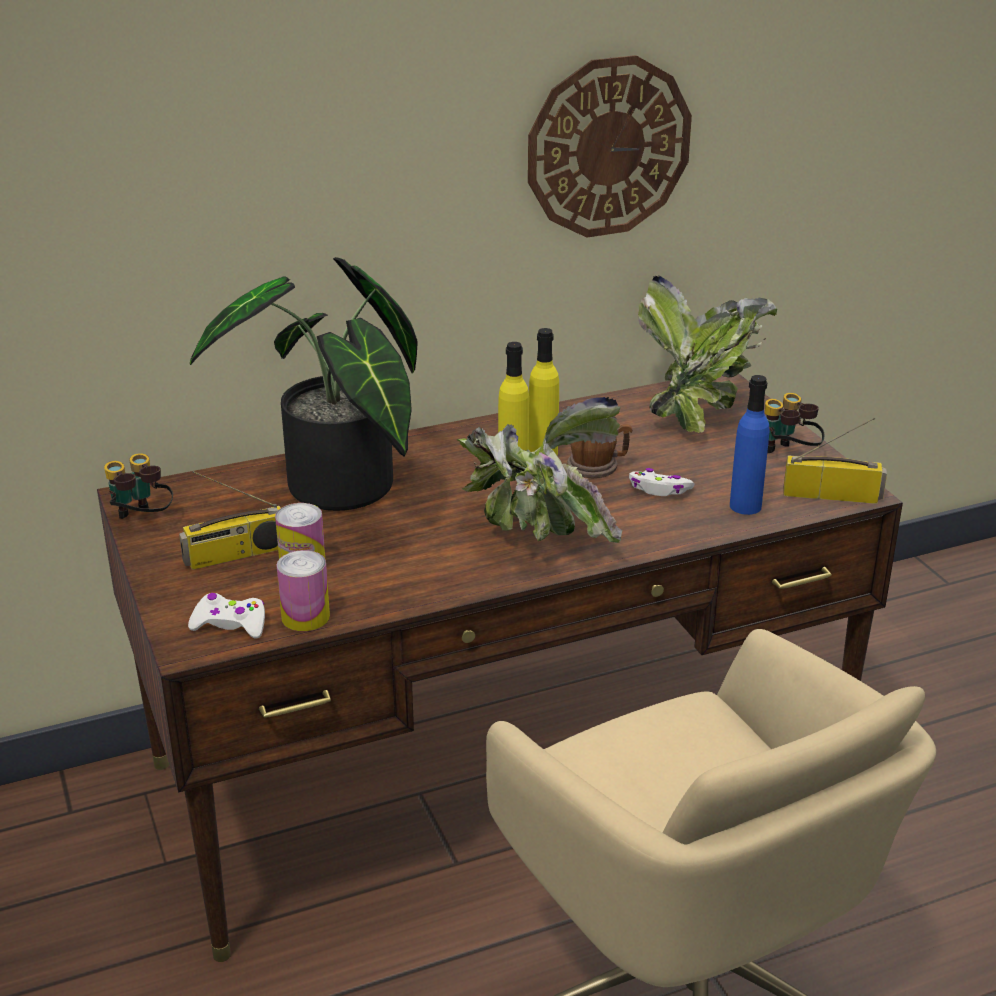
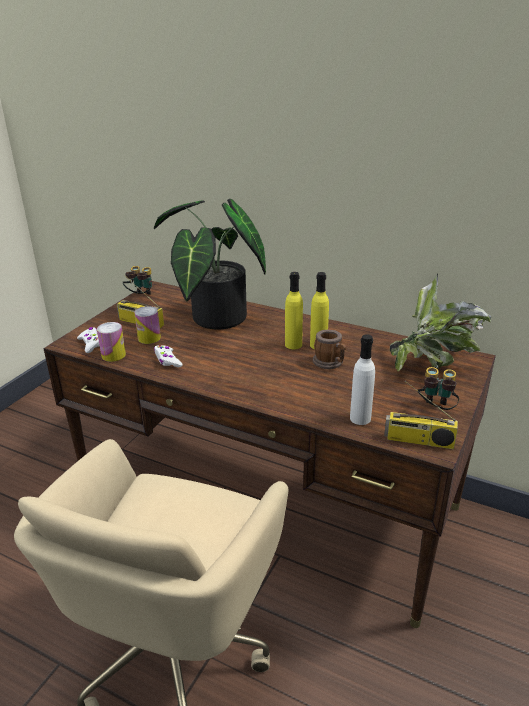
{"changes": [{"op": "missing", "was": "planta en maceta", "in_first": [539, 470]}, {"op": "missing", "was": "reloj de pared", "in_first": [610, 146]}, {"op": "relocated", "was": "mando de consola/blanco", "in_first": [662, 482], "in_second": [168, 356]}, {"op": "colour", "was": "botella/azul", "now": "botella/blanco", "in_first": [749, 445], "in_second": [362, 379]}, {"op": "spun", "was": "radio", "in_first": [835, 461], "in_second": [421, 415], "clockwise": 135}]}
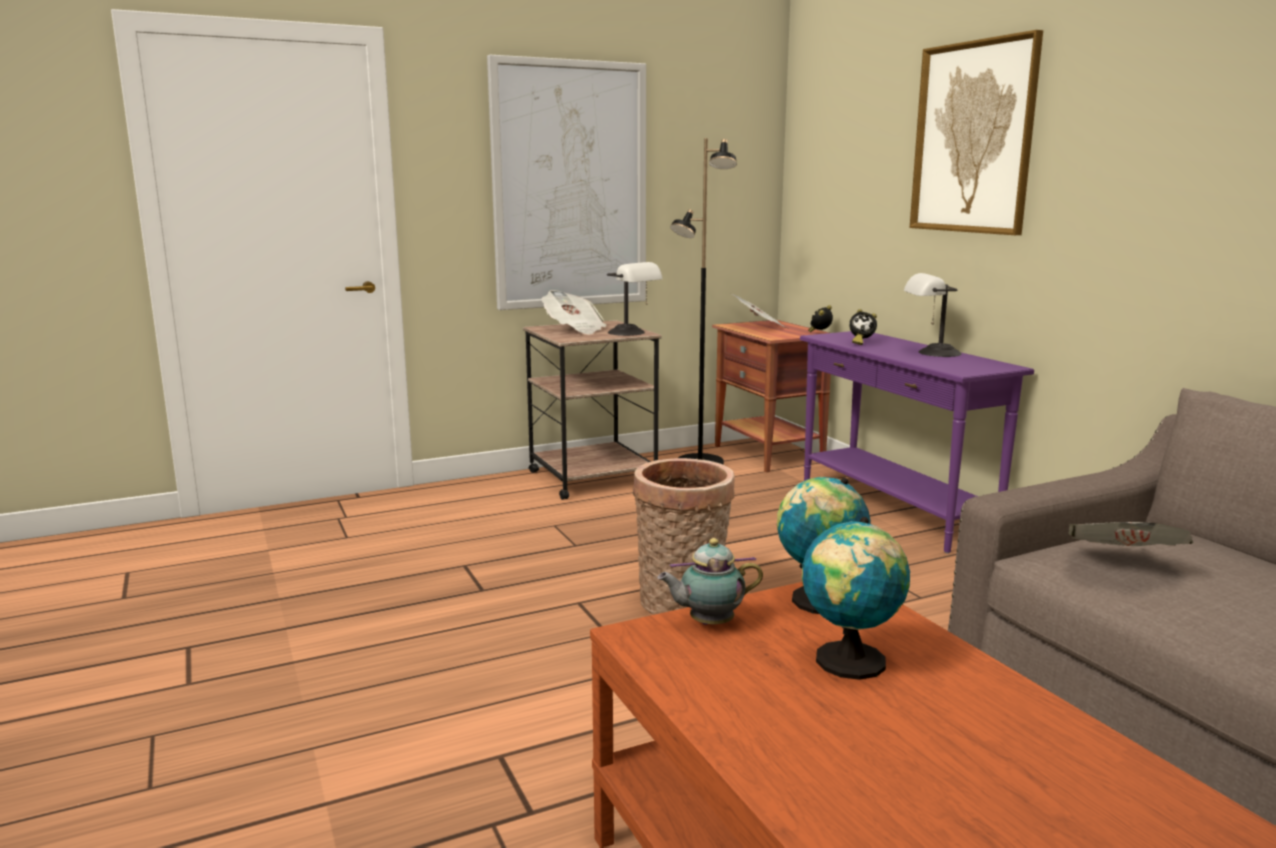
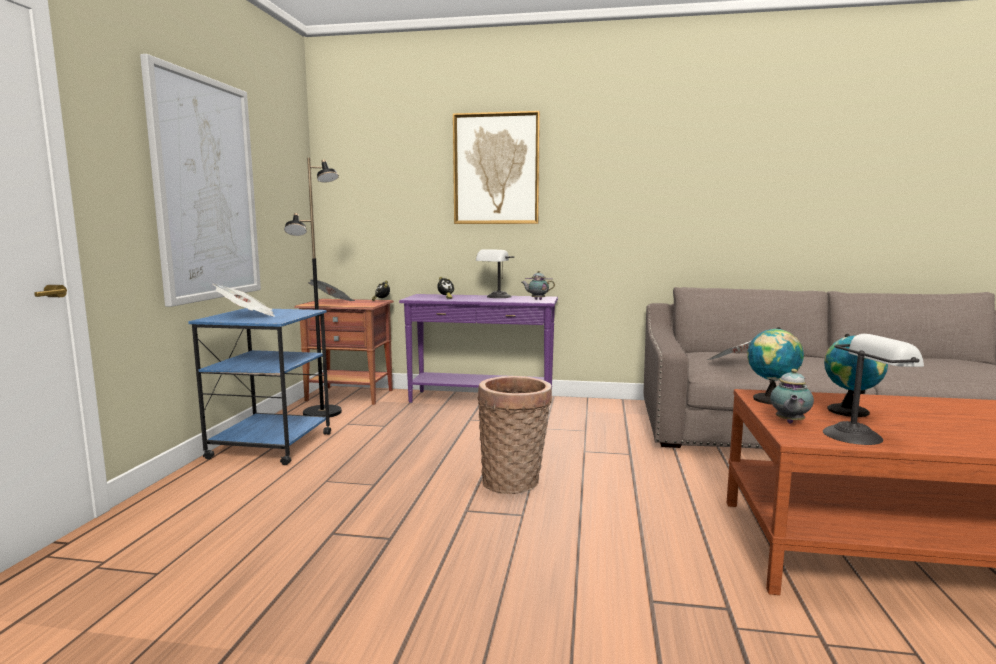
{"changes": [{"op": "colour", "was": "carrito/marrón", "now": "carrito/azul", "in_first": [592, 410], "in_second": [259, 386]}, {"op": "relocated", "was": "lámpara de mesa", "in_first": [635, 299], "in_second": [873, 389]}, {"op": "appeared", "now": "tetera", "in_second": [538, 285]}]}
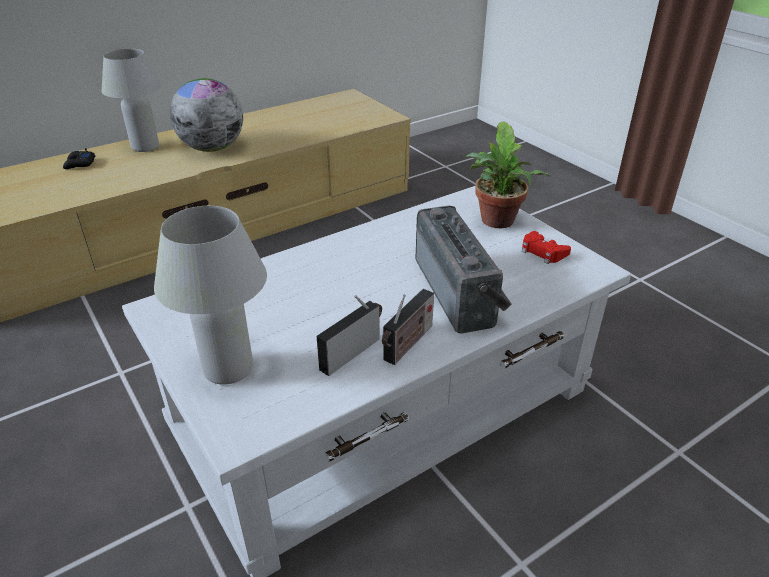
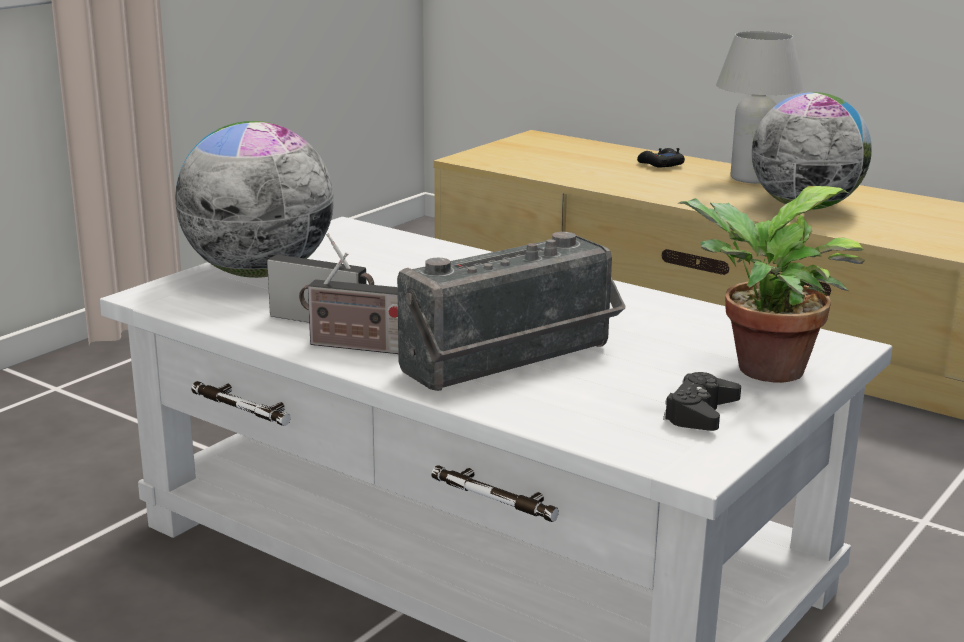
{"changes": [{"op": "exchanged", "was": "lámpara de mesa/blanco", "now": "globo terráqueo", "in_first": [210, 295], "in_second": [254, 199]}, {"op": "colour", "was": "mando de consola/rojo", "now": "mando de consola/negro", "in_first": [546, 247], "in_second": [702, 401]}]}
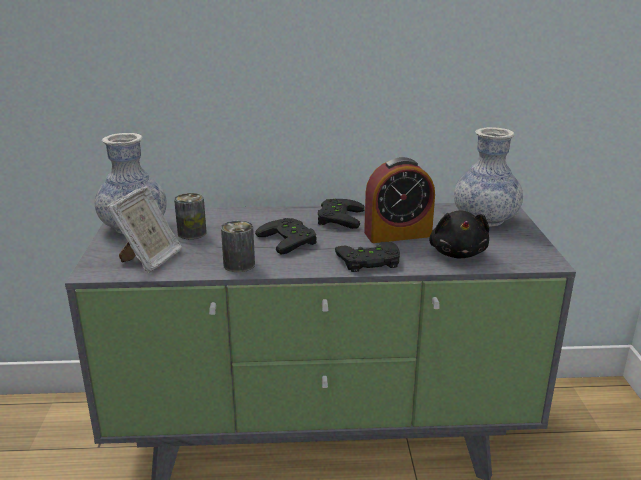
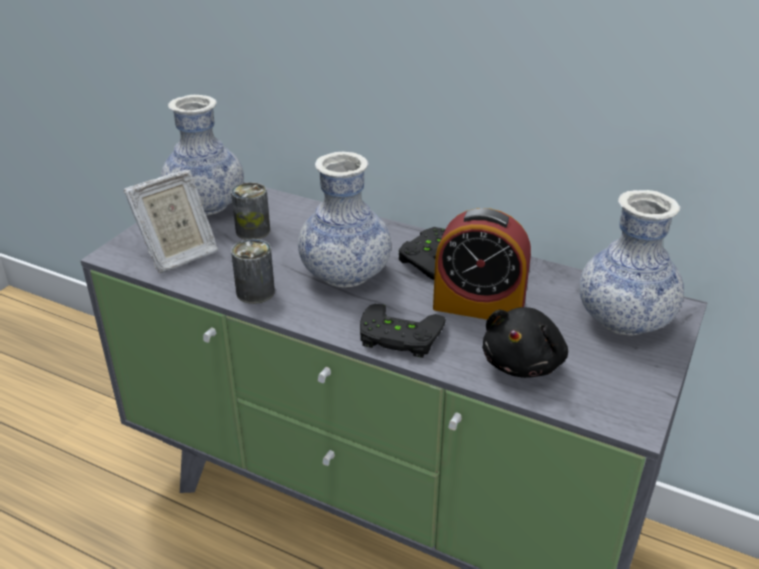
{"changes": [{"op": "exchanged", "was": "mando de consola/negro", "now": "florero", "in_first": [286, 236], "in_second": [344, 220]}]}
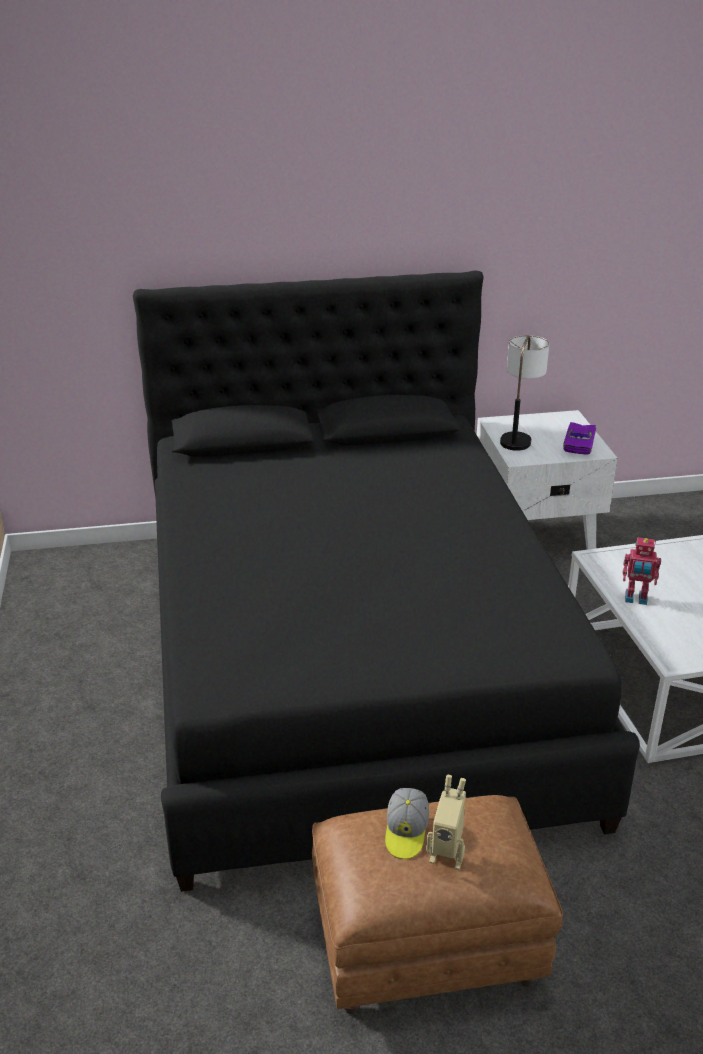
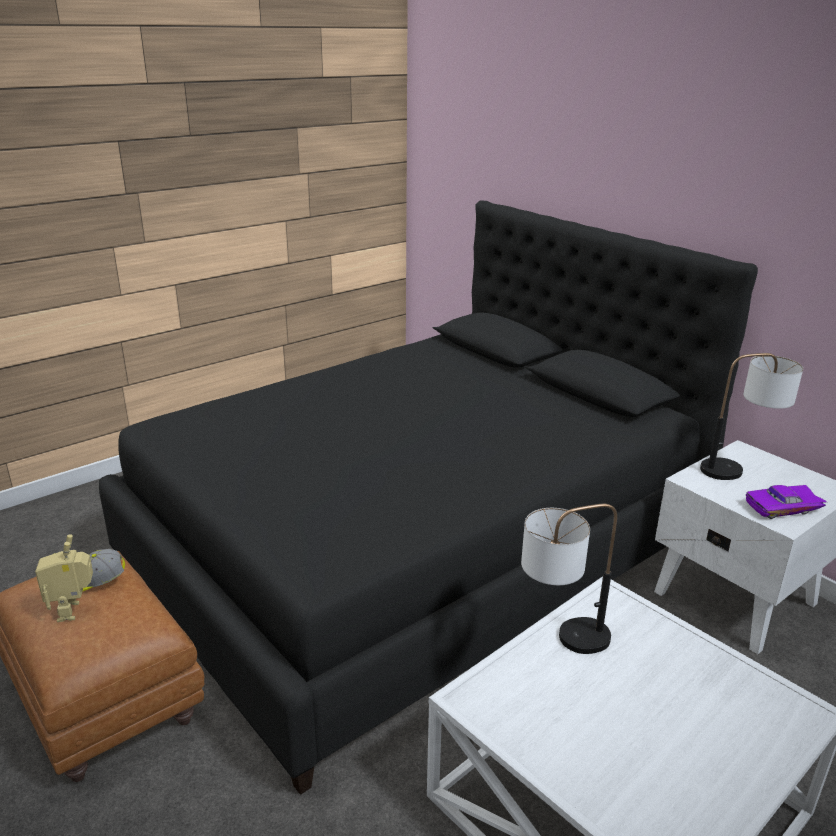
{"changes": [{"op": "exchanged", "was": "robot de juguete", "now": "lámpara de mesa", "in_first": [642, 571], "in_second": [569, 578]}]}
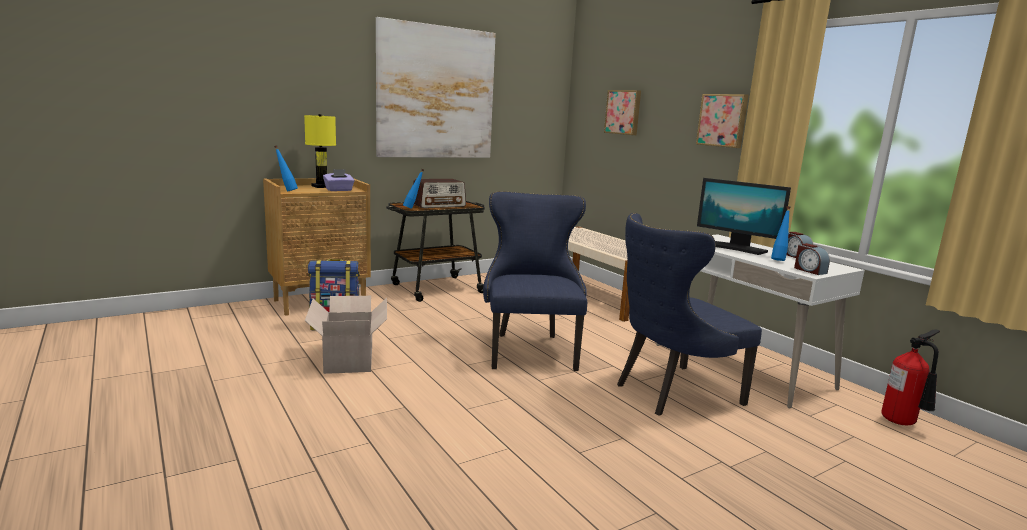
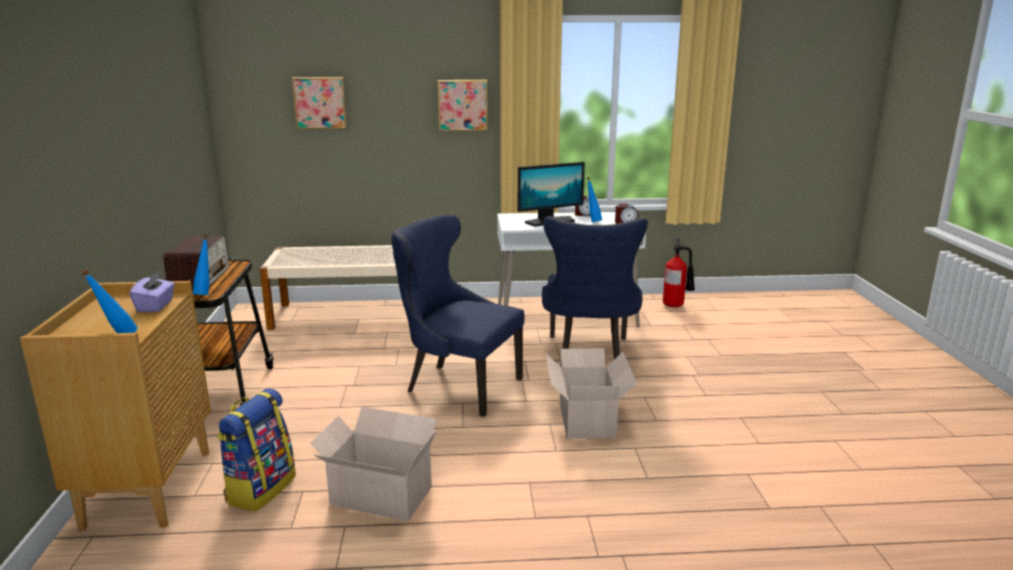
{"changes": [{"op": "missing", "was": "lámpara de mesa/amarillo", "in_first": [320, 151]}, {"op": "missing", "was": "cuadro", "in_first": [436, 87]}, {"op": "appeared", "now": "caja de cartón", "in_second": [591, 393]}]}
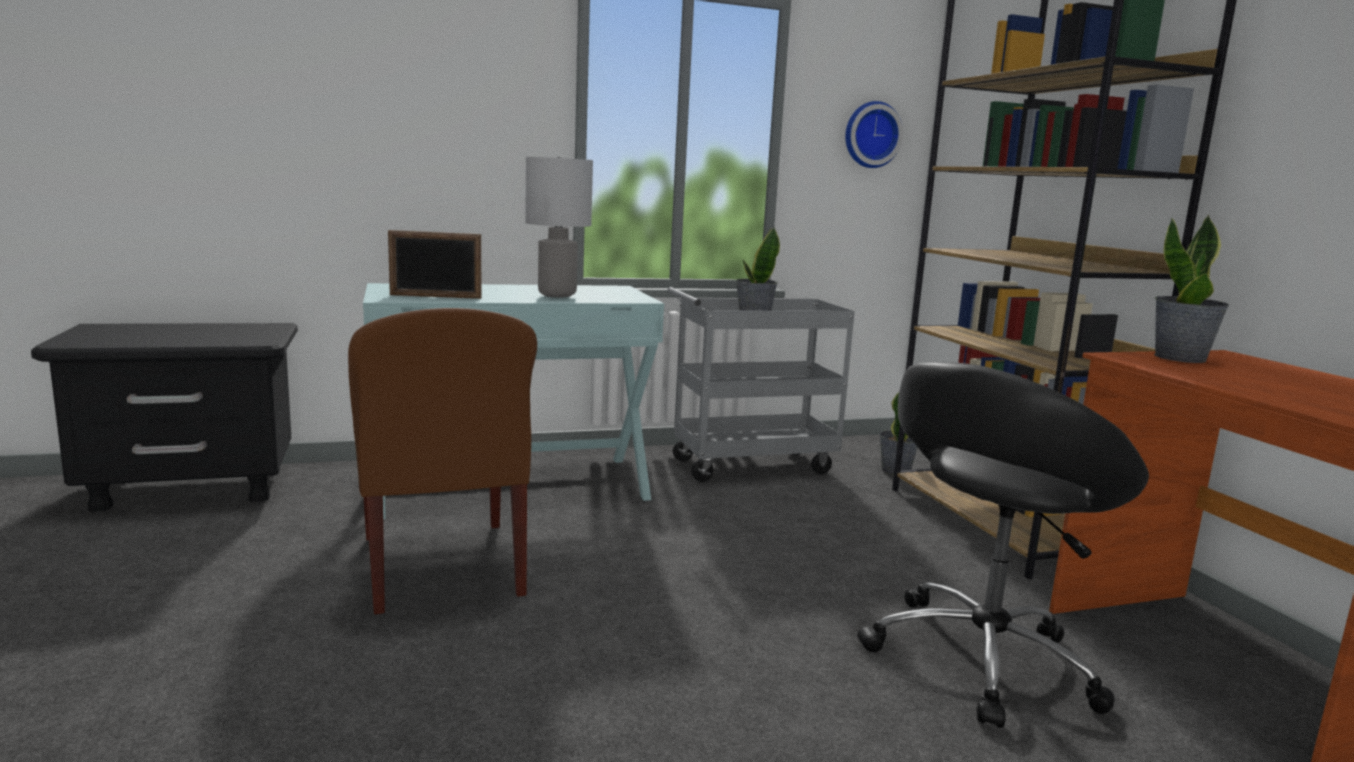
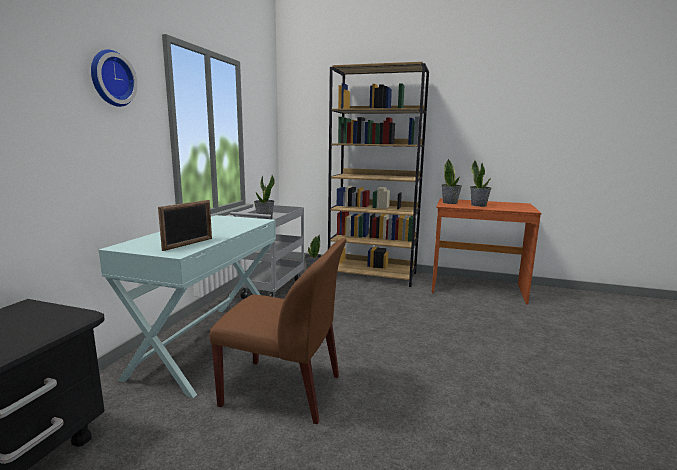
{"changes": [{"op": "missing", "was": "lámpara de mesa/gris", "in_first": [559, 227]}, {"op": "relocated", "was": "reloj de pared", "in_first": [874, 134], "in_second": [114, 78]}, {"op": "missing", "was": "silla de oficina/negro", "in_first": [1003, 545]}, {"op": "appeared", "now": "planta en maceta", "in_second": [480, 183]}]}
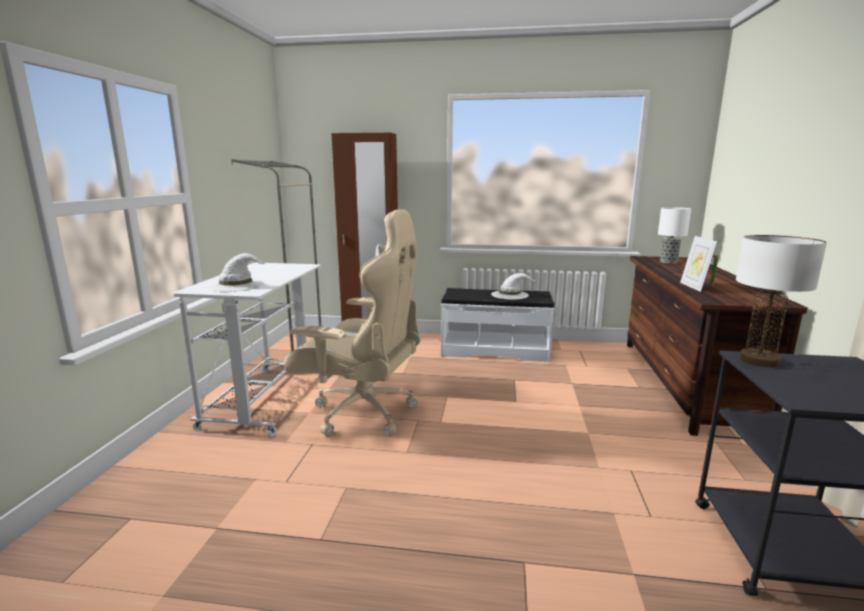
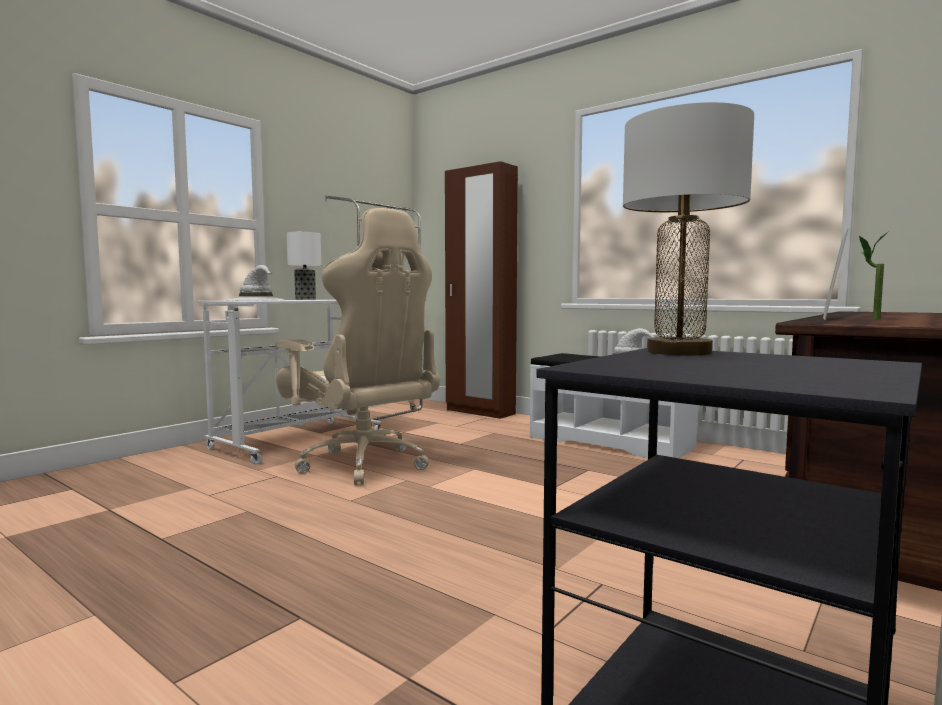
{"changes": [{"op": "relocated", "was": "lámpara de mesa", "in_first": [674, 235], "in_second": [304, 266]}]}
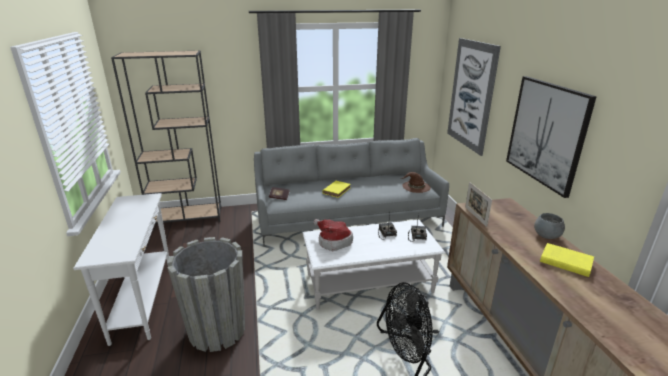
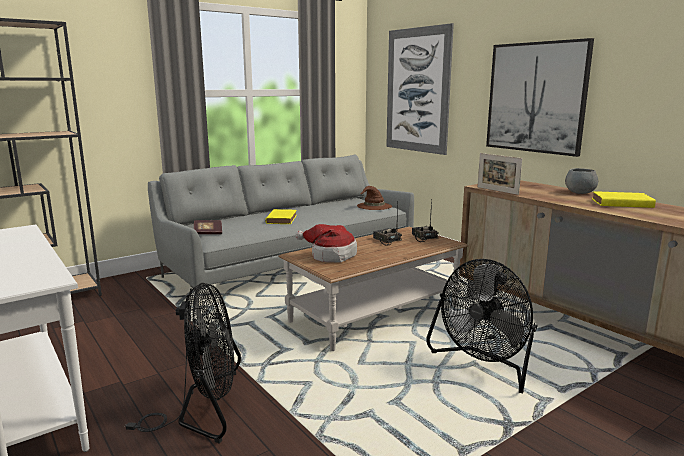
{"changes": [{"op": "exchanged", "was": "maceta/gris", "now": "ventilador/negro", "in_first": [206, 294], "in_second": [183, 363]}, {"op": "colour", "was": "mesa de centro/blanco", "now": "mesa de centro/marrón", "in_first": [374, 265], "in_second": [373, 289]}]}
